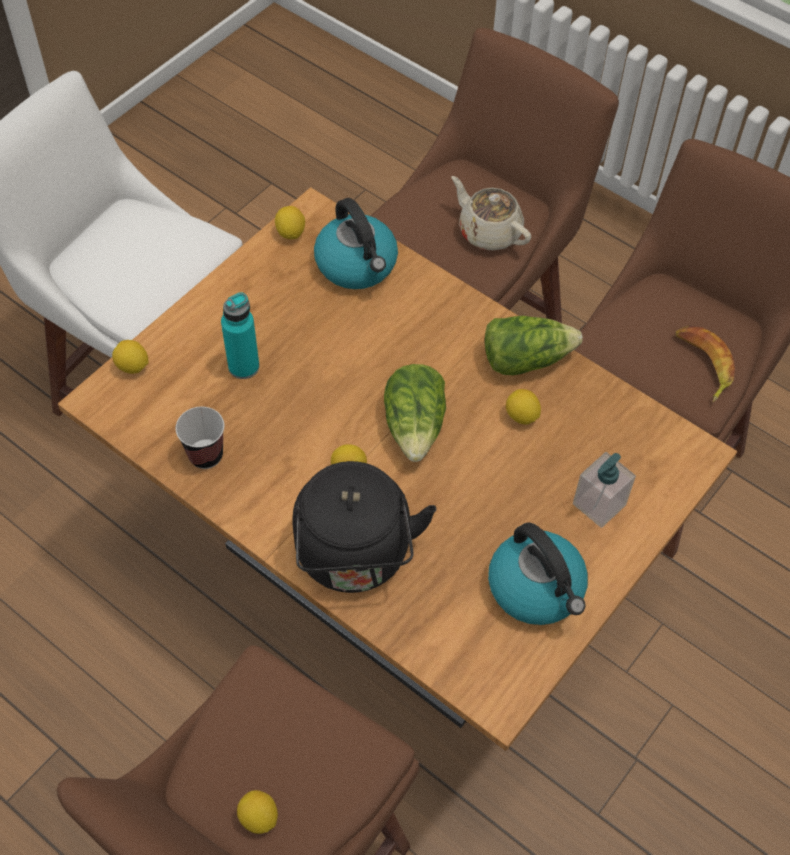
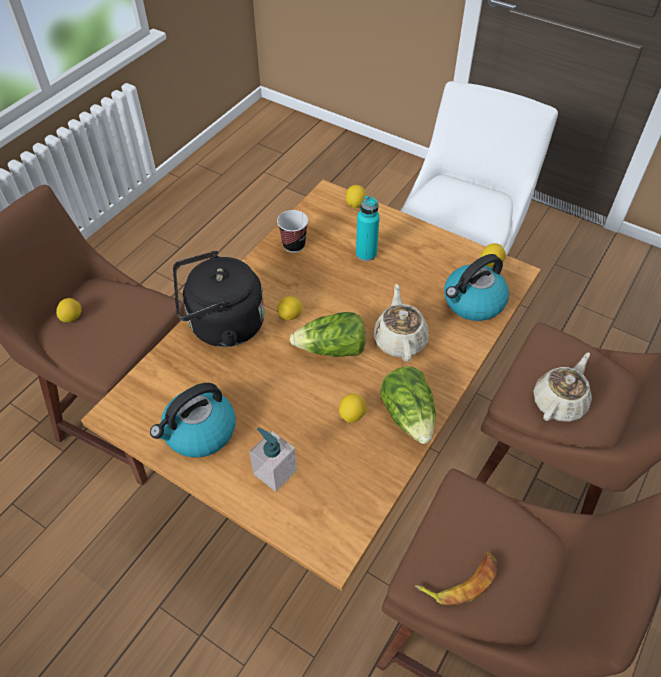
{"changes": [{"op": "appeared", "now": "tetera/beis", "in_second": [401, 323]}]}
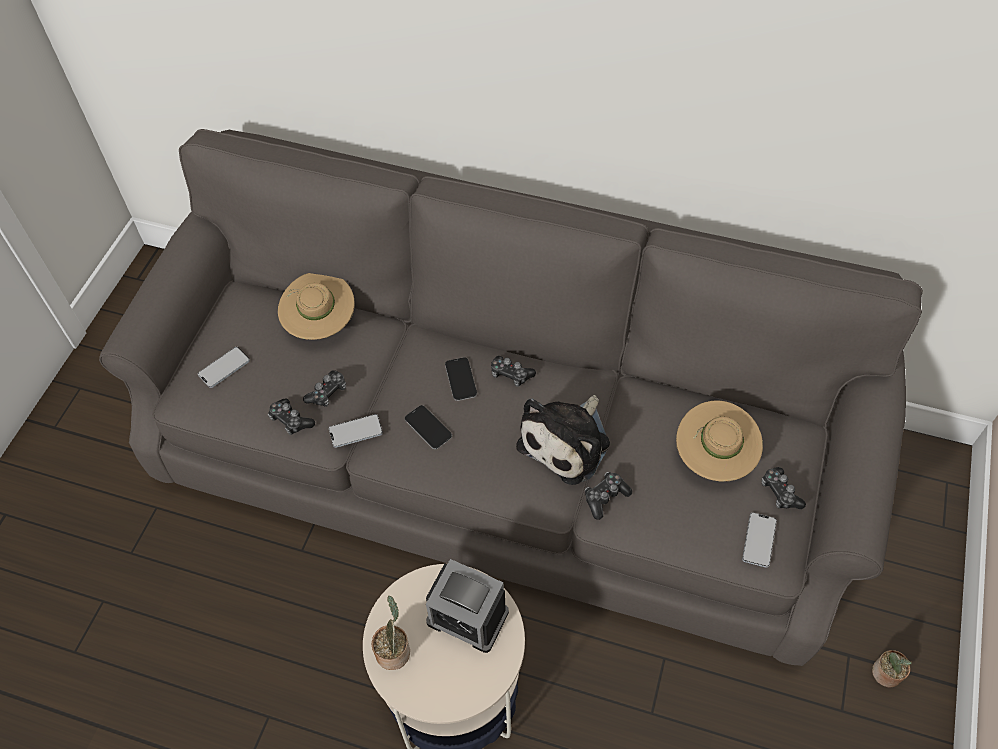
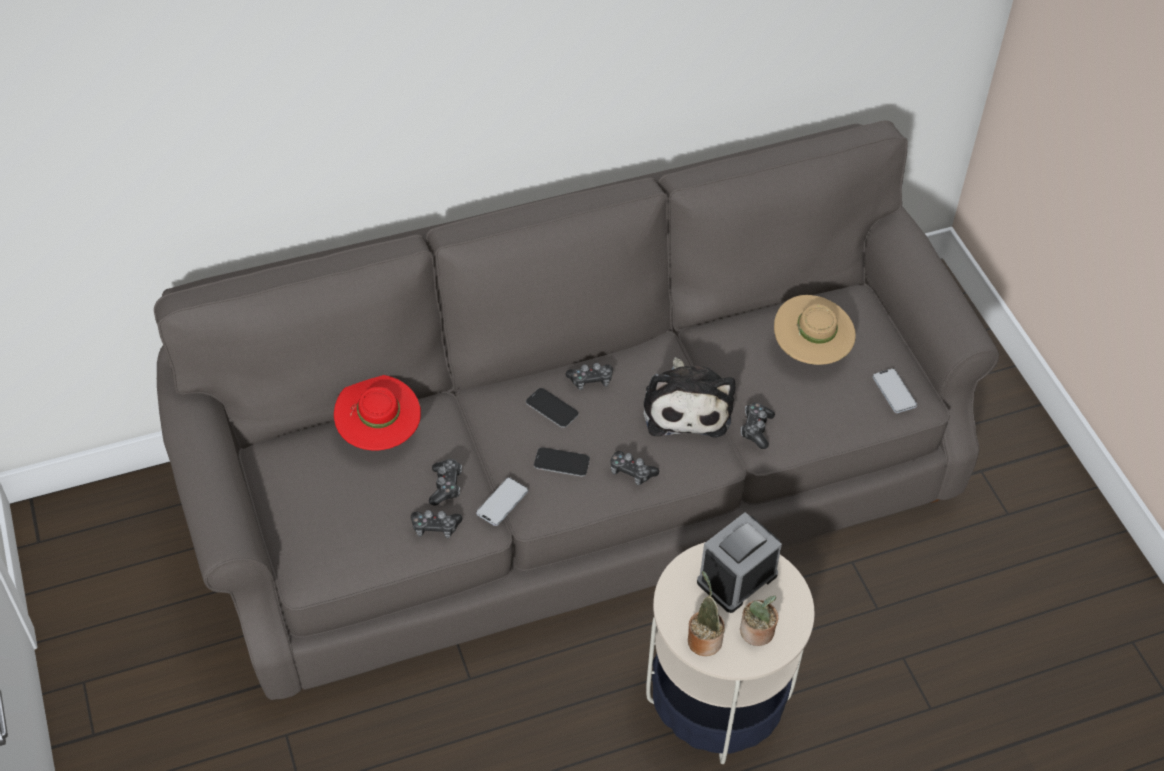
{"changes": [{"op": "missing", "was": "móvil", "in_first": [224, 367]}, {"op": "colour", "was": "sombrero/beis", "now": "sombrero/rojo", "in_first": [316, 306], "in_second": [377, 413]}, {"op": "spun", "was": "despertador", "in_first": [467, 606], "in_second": [739, 562], "clockwise": 150}, {"op": "relocated", "was": "mando de consola", "in_first": [783, 488], "in_second": [634, 468]}, {"op": "relocated", "was": "planta en maceta", "in_first": [892, 669], "in_second": [759, 621]}]}
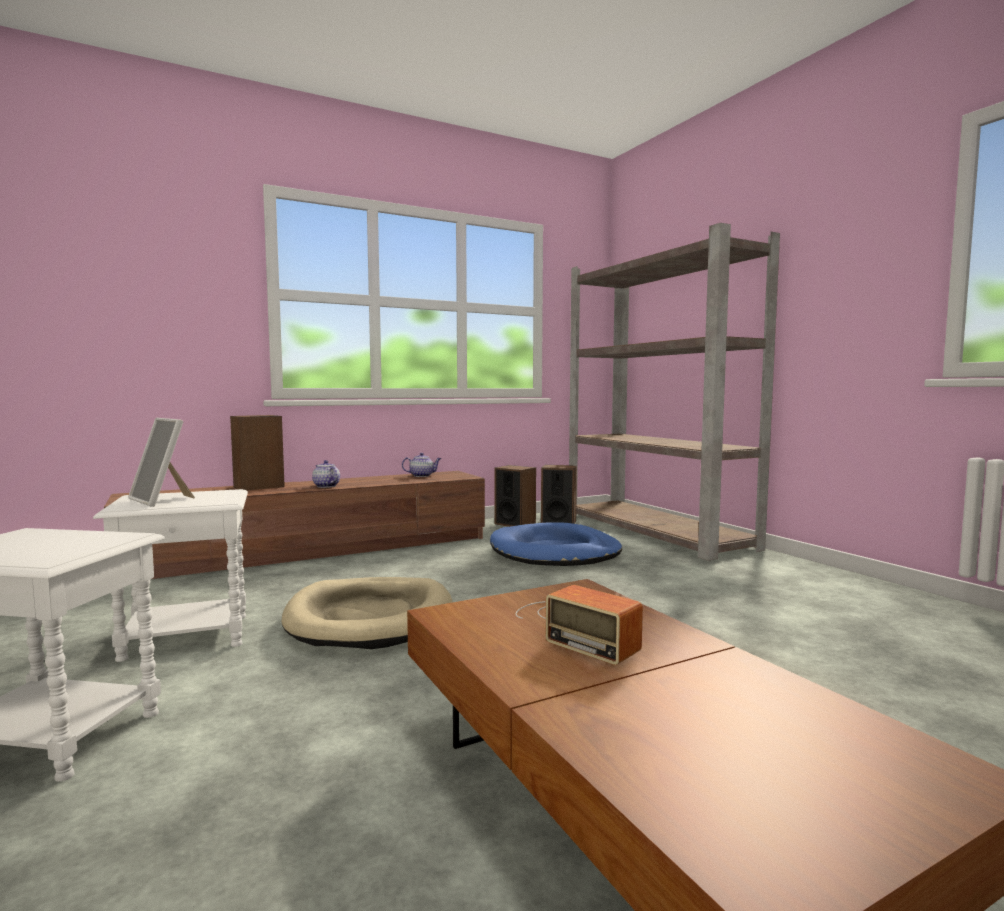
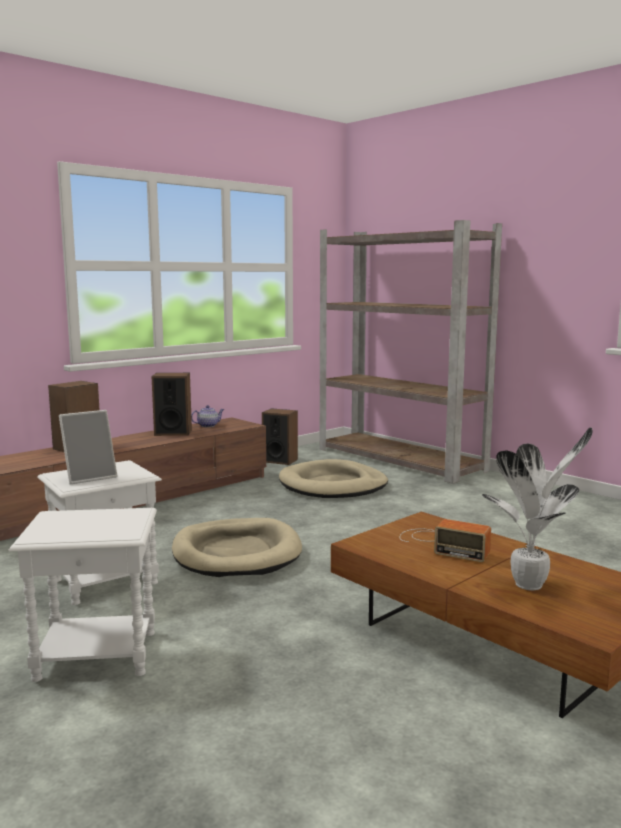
{"changes": [{"op": "spun", "was": "portarretratos", "in_first": [161, 462], "in_second": [88, 447], "clockwise": -60}, {"op": "missing", "was": "tetera", "in_first": [326, 474]}, {"op": "colour", "was": "cama para perro/azul", "now": "cama para perro/beis", "in_first": [556, 544], "in_second": [333, 478]}, {"op": "relocated", "was": "altavoz", "in_first": [559, 494], "in_second": [171, 404]}, {"op": "appeared", "now": "planta en maceta", "in_second": [537, 508]}]}
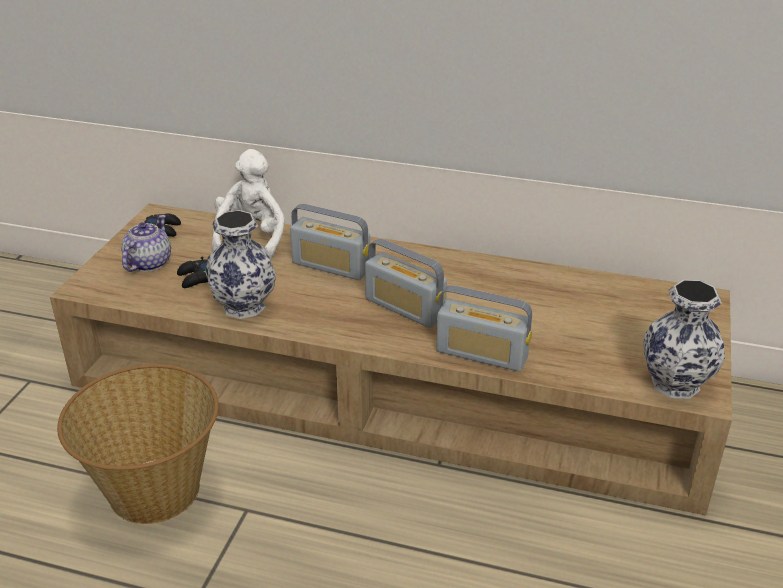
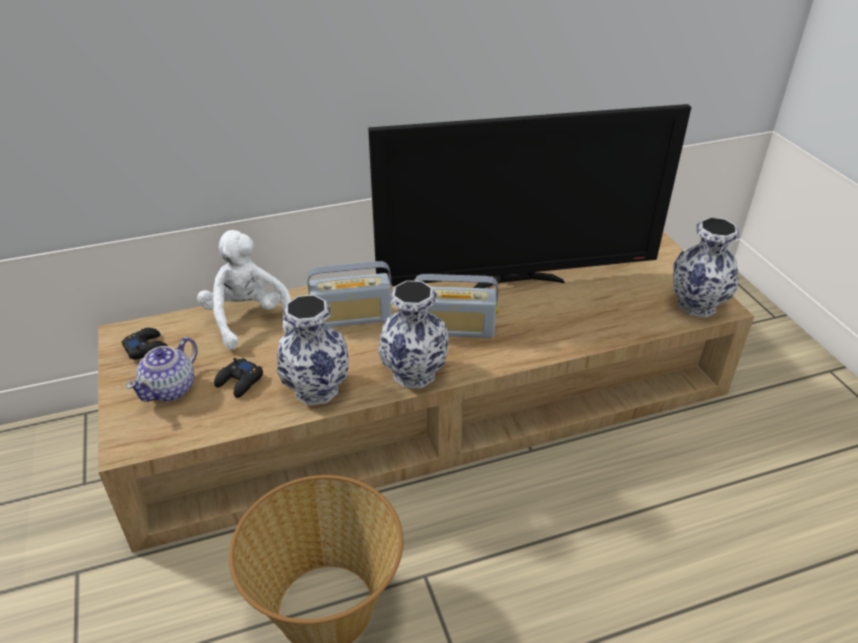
{"changes": [{"op": "spun", "was": "tetera", "in_first": [146, 243], "in_second": [162, 369], "clockwise": -135}, {"op": "missing", "was": "radio", "in_first": [484, 328]}, {"op": "appeared", "now": "televisor", "in_second": [529, 196]}, {"op": "appeared", "now": "florero", "in_second": [413, 334]}]}
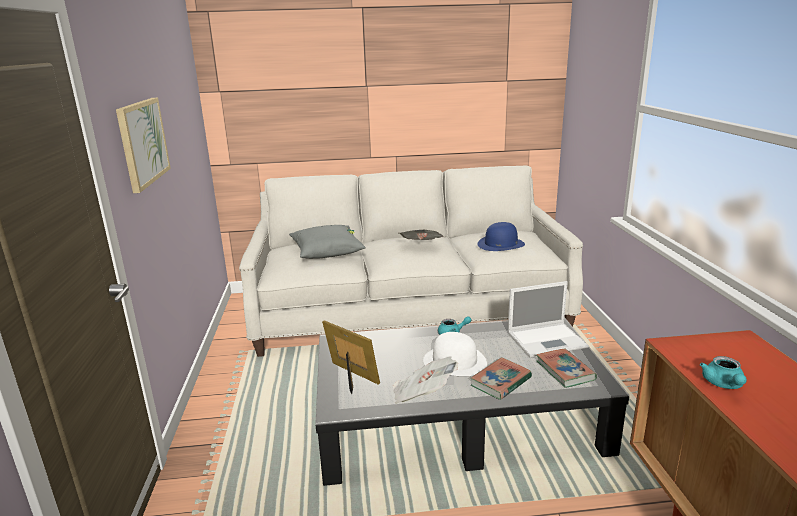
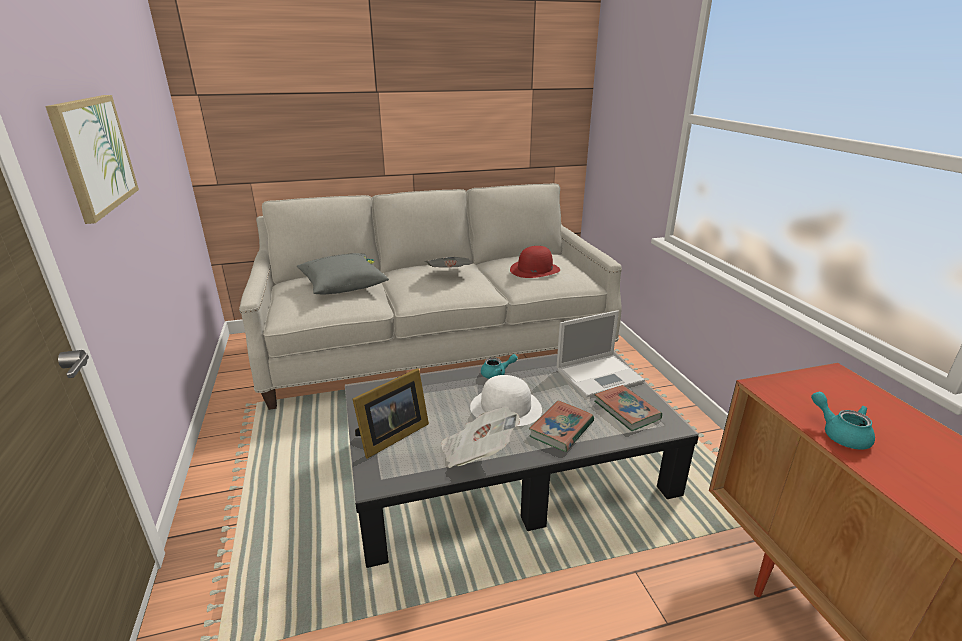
{"changes": [{"op": "spun", "was": "portarretratos", "in_first": [351, 357], "in_second": [391, 413], "clockwise": 105}, {"op": "colour", "was": "sombrero/azul", "now": "sombrero/rojo", "in_first": [501, 236], "in_second": [535, 262]}, {"op": "spun", "was": "tetera/turquesa", "in_first": [723, 372], "in_second": [843, 421], "clockwise": 150}]}
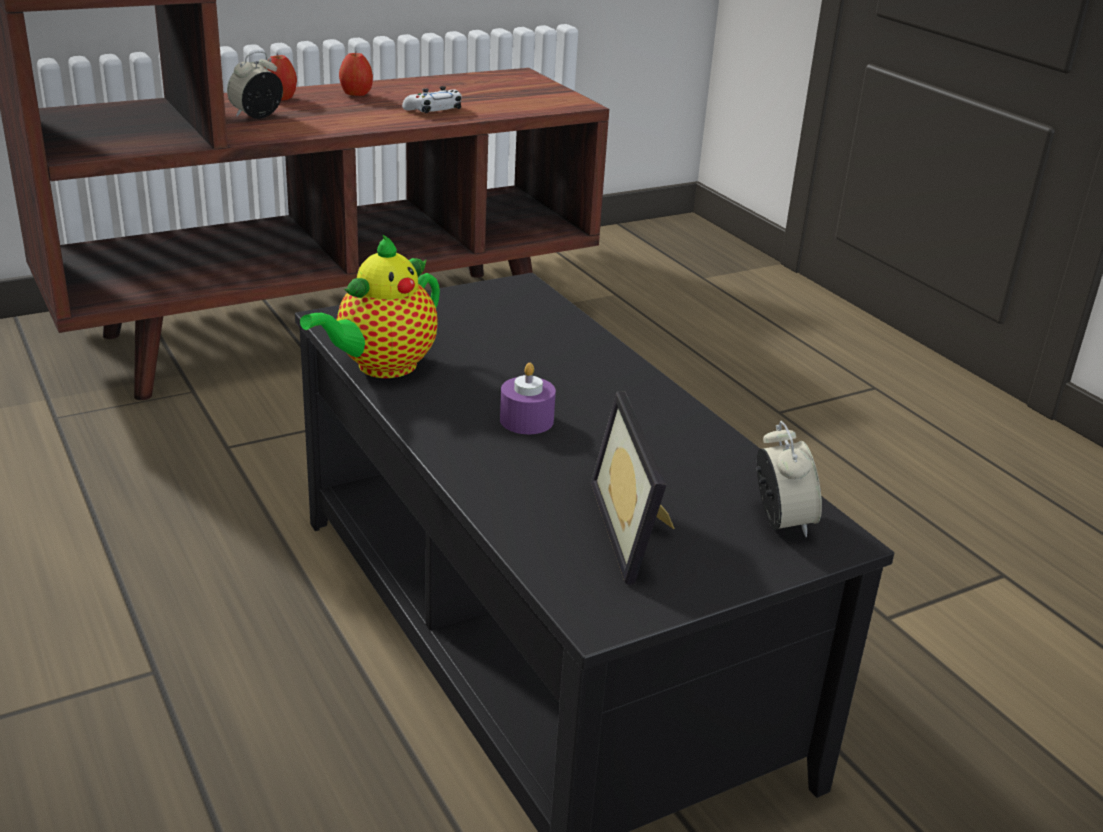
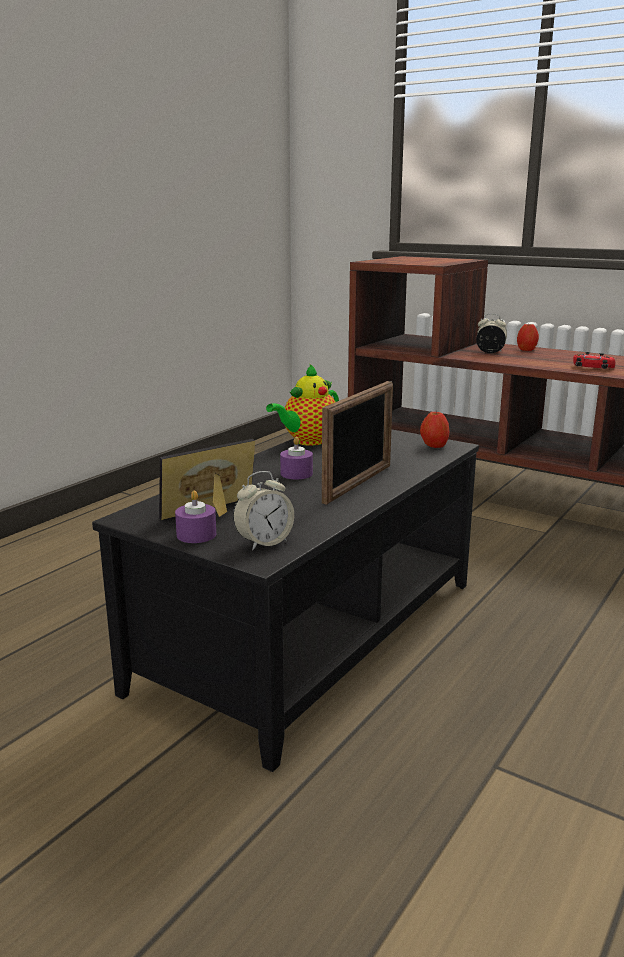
{"changes": [{"op": "spun", "was": "tetera", "in_first": [370, 306], "in_second": [302, 405], "clockwise": -60}, {"op": "relocated", "was": "manzana", "in_first": [356, 74], "in_second": [434, 429]}, {"op": "colour", "was": "mando de consola/blanco", "now": "mando de consola/rojo", "in_first": [432, 99], "in_second": [594, 360]}, {"op": "appeared", "now": "vela/morado", "in_second": [195, 516]}, {"op": "appeared", "now": "portarretratos", "in_second": [357, 443]}]}
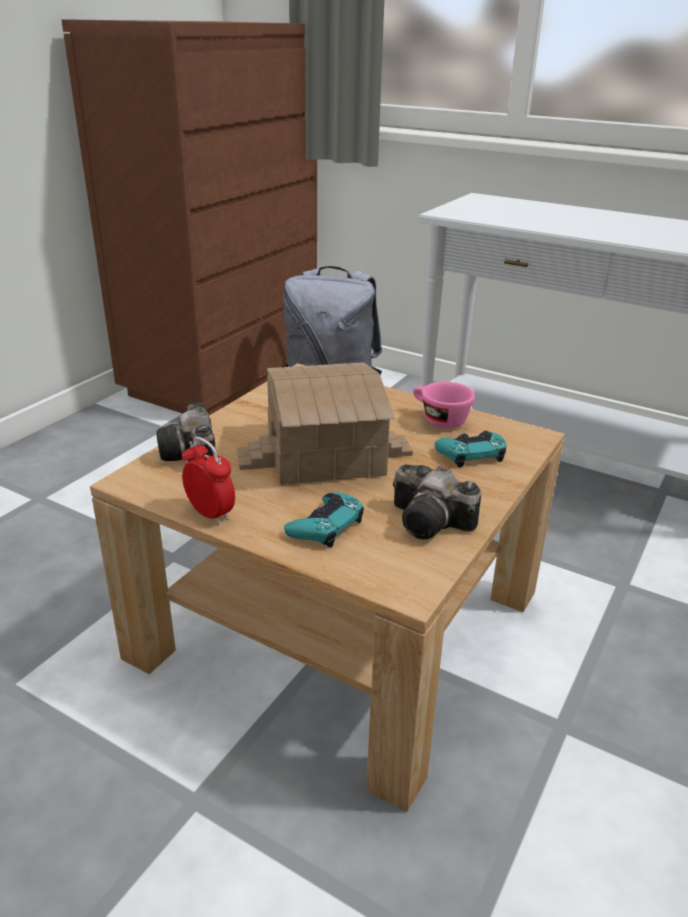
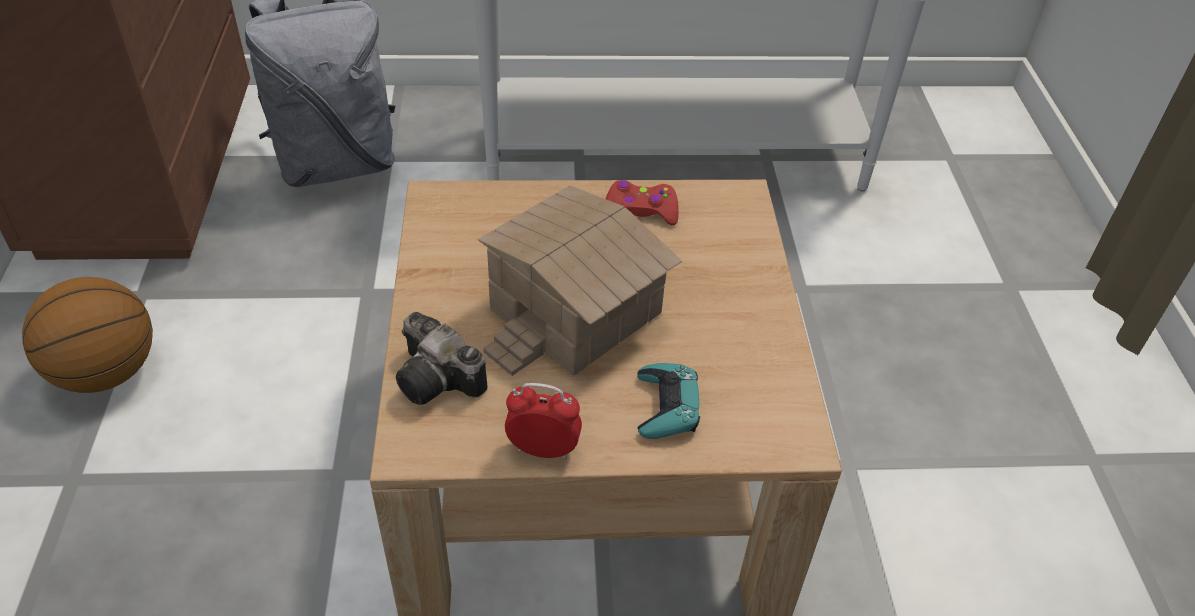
{"changes": [{"op": "missing", "was": "cámara", "in_first": [437, 501]}, {"op": "exchanged", "was": "taza/rosa", "now": "mando de consola/rojo", "in_first": [444, 405], "in_second": [642, 202]}, {"op": "missing", "was": "mando de consola/turquesa", "in_first": [470, 449]}, {"op": "appeared", "now": "balón de baloncesto", "in_second": [87, 335]}]}
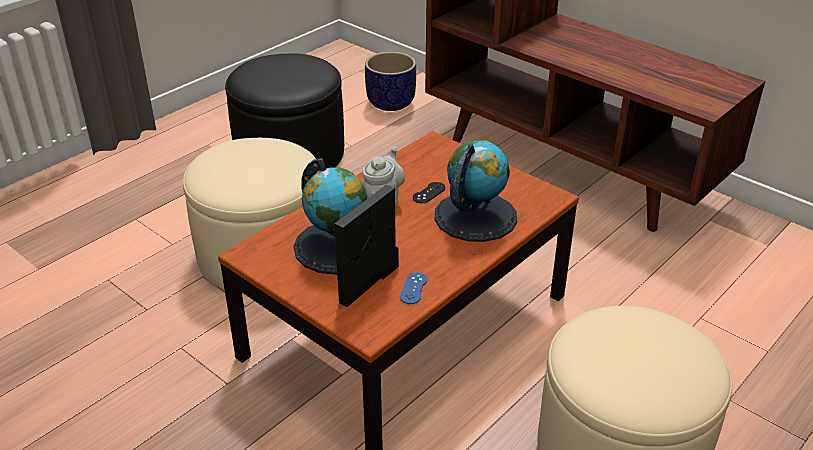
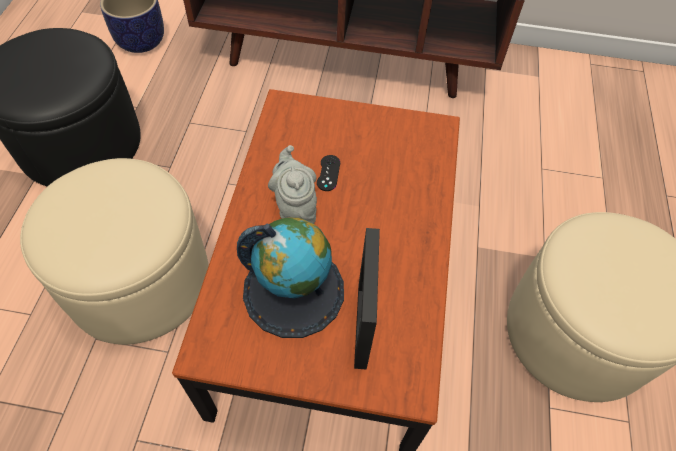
{"changes": [{"op": "missing", "was": "mando de consola/azul", "in_first": [413, 288]}, {"op": "missing", "was": "globo terráqueo", "in_first": [475, 191]}]}
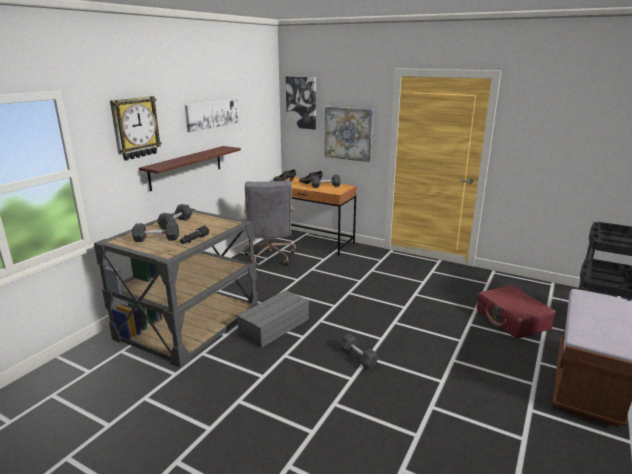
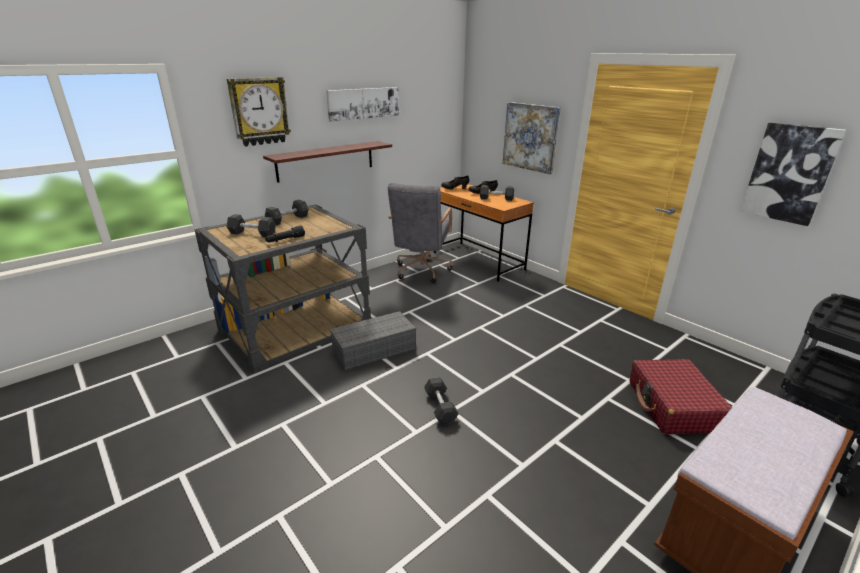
{"changes": [{"op": "relocated", "was": "cuadro", "in_first": [301, 103], "in_second": [793, 174]}]}
